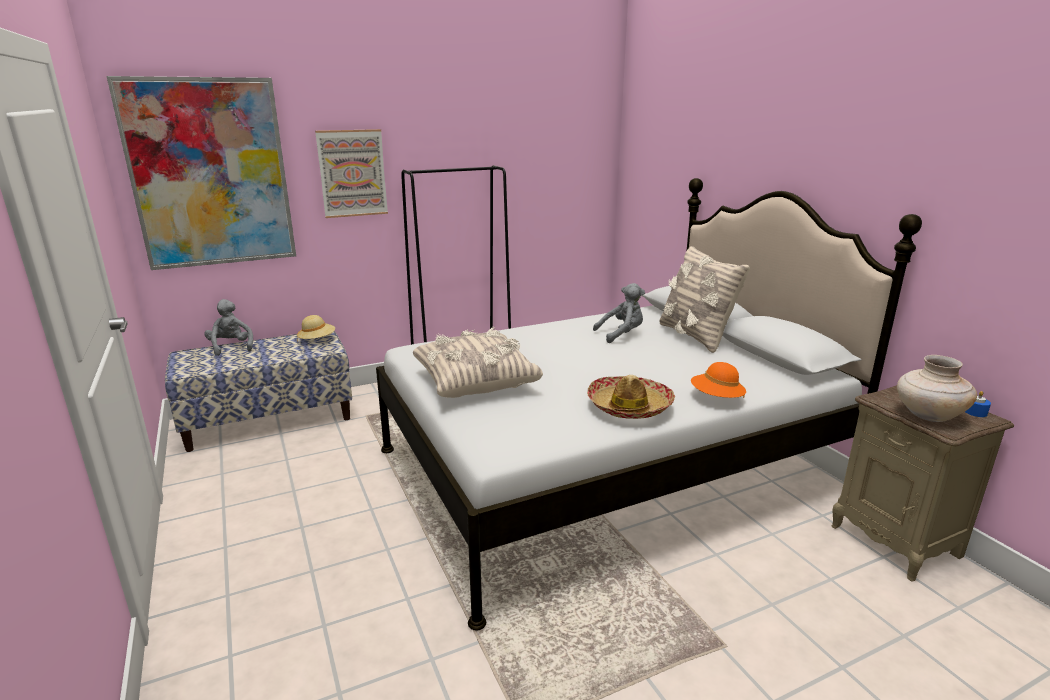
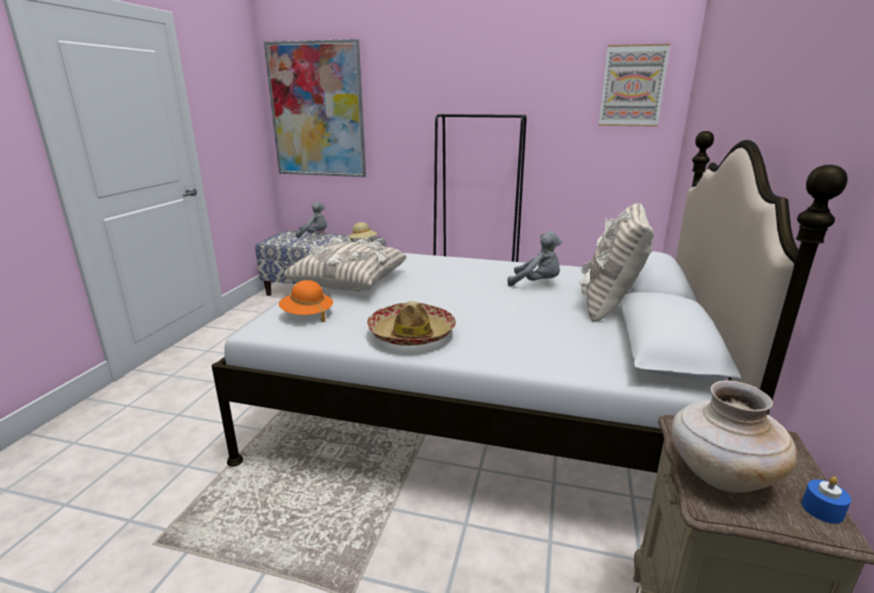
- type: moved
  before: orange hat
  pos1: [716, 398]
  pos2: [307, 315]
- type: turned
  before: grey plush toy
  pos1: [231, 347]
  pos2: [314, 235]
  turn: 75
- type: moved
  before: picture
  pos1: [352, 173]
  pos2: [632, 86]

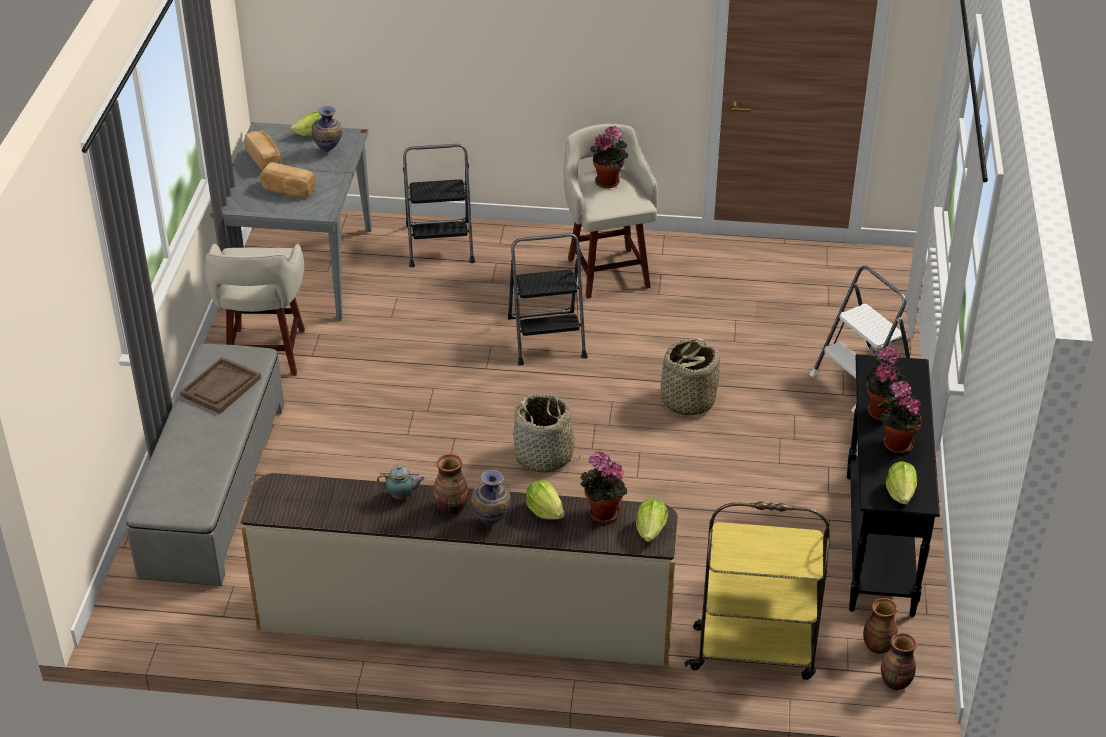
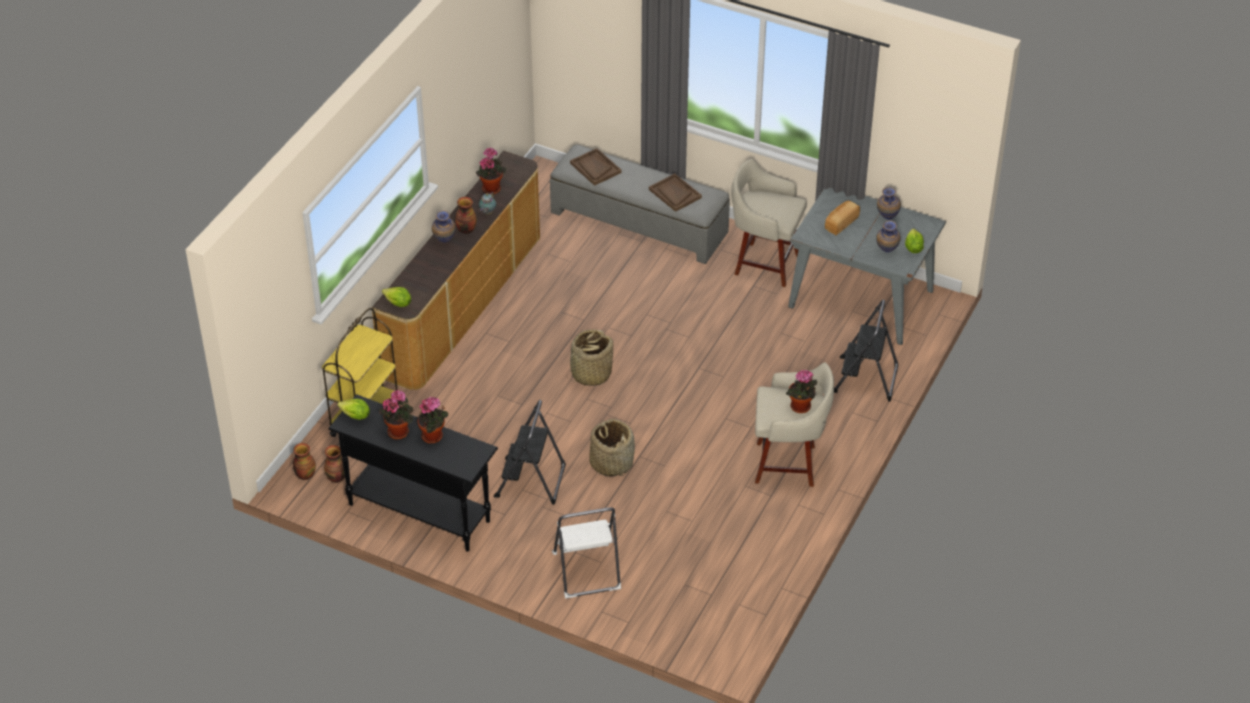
- type: moved
  before: potted plant
  pos1: [601, 514]
  pos2: [491, 187]
- type: moved
  before: black step ladder
  pos1: [546, 335]
  pos2: [533, 481]
- type: added
  after: brown tray
  pos2: [595, 168]
- type: replaced
  before: bread
  after: vase
  pos1: [265, 160]
  pos2: [886, 218]
- type: removed
  before: lettuce
  pos1: [544, 511]

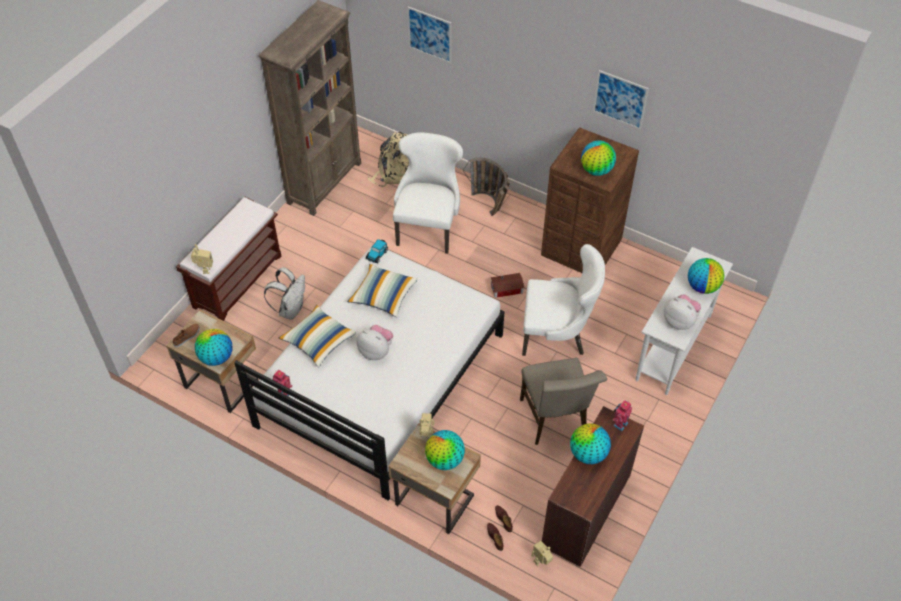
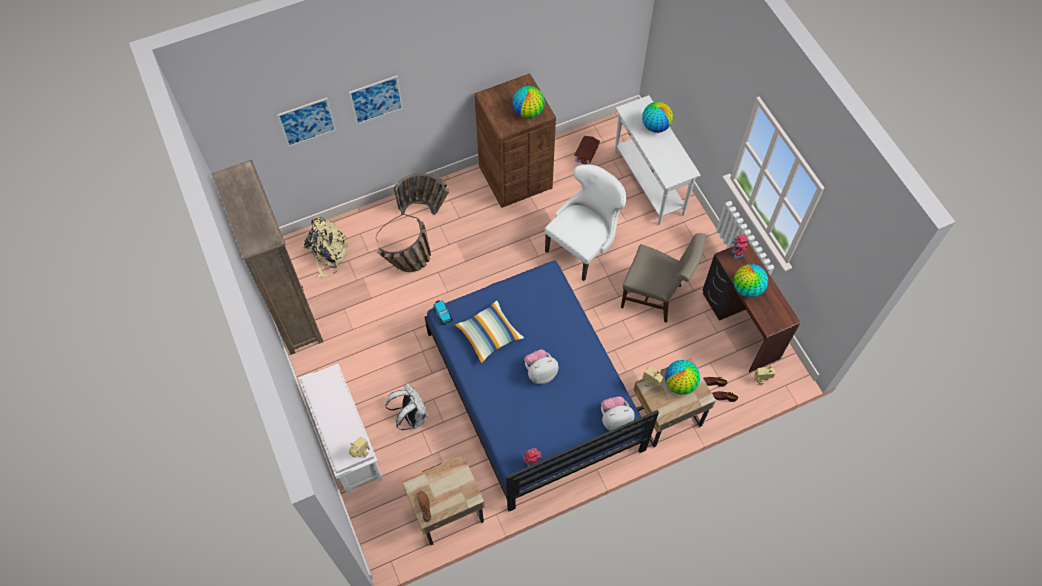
- type: recoloured
  before: brown bench
  after: white bench
  pos1: [238, 280]
  pos2: [346, 441]
- type: moved
  before: picture
  pos1: [620, 99]
  pos2: [376, 100]
- type: replaced
  before: white chair
  after: basket
  pos1: [428, 227]
  pos2: [408, 265]
- type: recoloured
  before: white bed
  after: blue bed
  pos1: [381, 379]
  pos2: [533, 390]
- type: moved
  before: toy house
  pos1: [508, 289]
  pos2: [587, 153]
- type: moved
  before: plush toy
  pos1: [679, 321]
  pos2: [615, 419]
- type: removed
  before: globe
  pos1: [216, 357]
- type: removed
  before: pillow
  pos1: [318, 341]

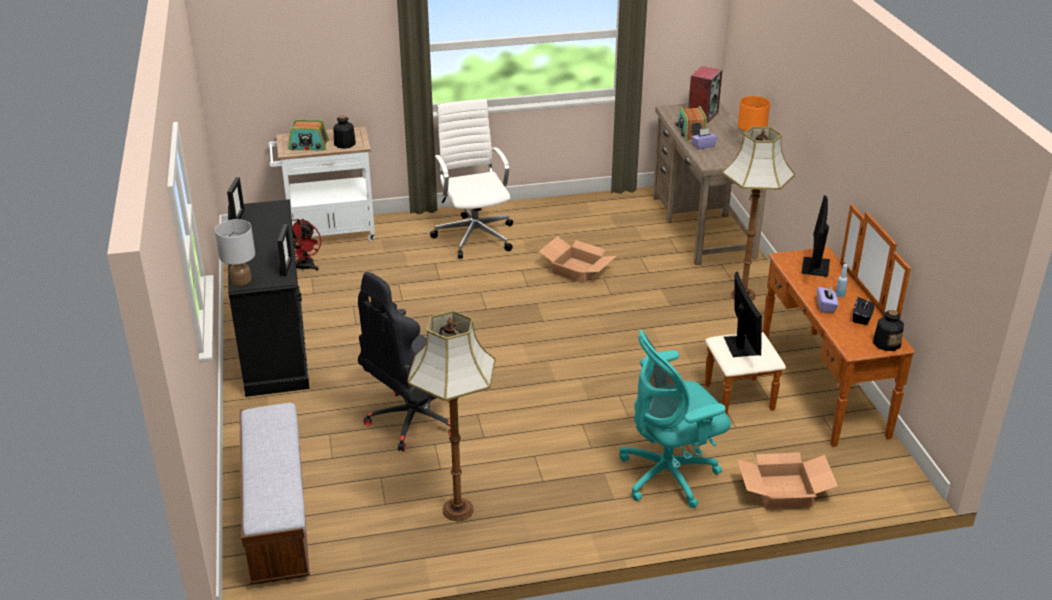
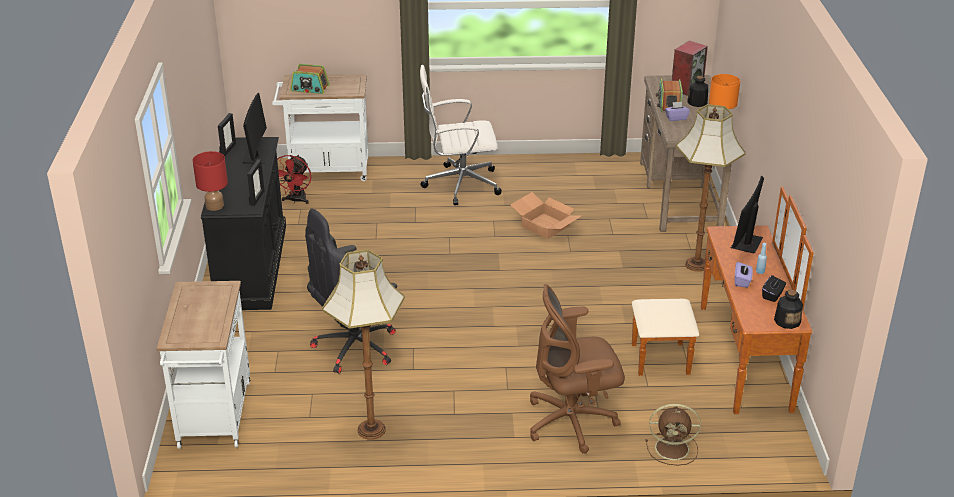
- type: replaced
  before: bench
  after: white cart
  pos1: [277, 516]
  pos2: [214, 417]
- type: recoloured
  before: grey table lamp
  after: red table lamp
  pos1: [241, 280]
  pos2: [215, 206]
- type: moved
  before: monitor
  pos1: [740, 347]
  pos2: [256, 157]
- type: turned
  before: white office chair
  pos1: [474, 235]
  pos2: [459, 184]
  turn: -90
- type: recoloured
  before: turquoise office chair
  after: brown office chair
  pos1: [672, 471]
  pos2: [575, 419]
- type: replaced
  before: cardboard box
  after: brown fan
  pos1: [784, 491]
  pos2: [673, 448]
- type: moved
  before: bottle
  pos1: [345, 144]
  pos2: [697, 102]

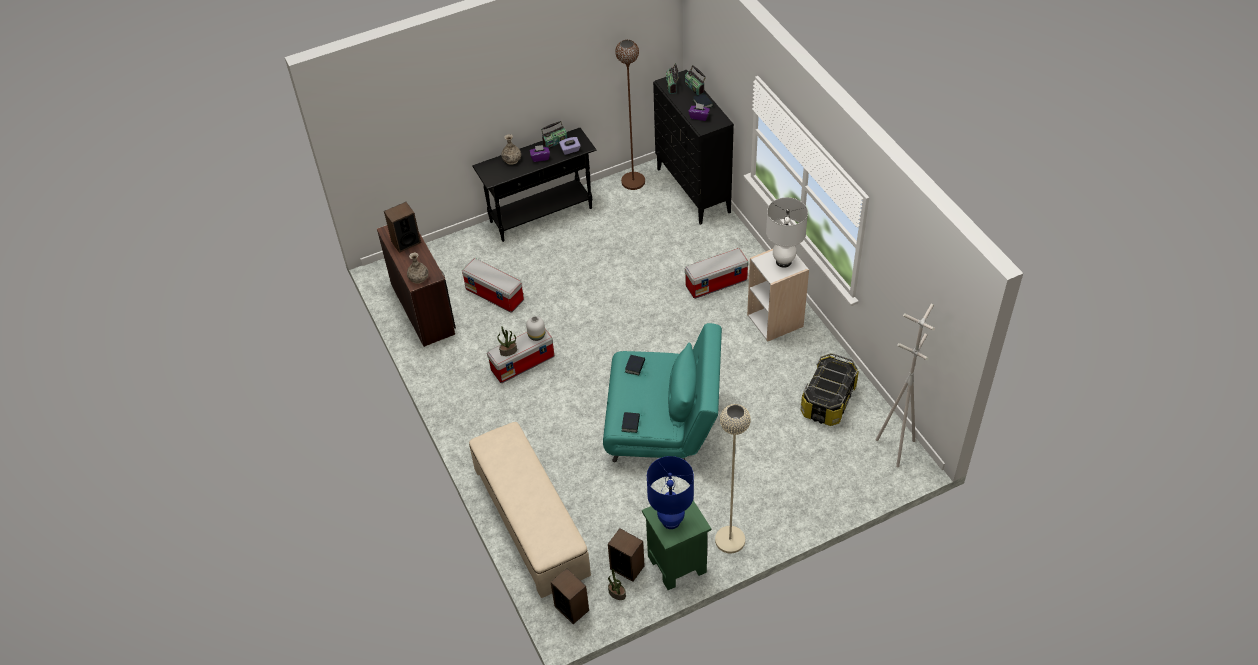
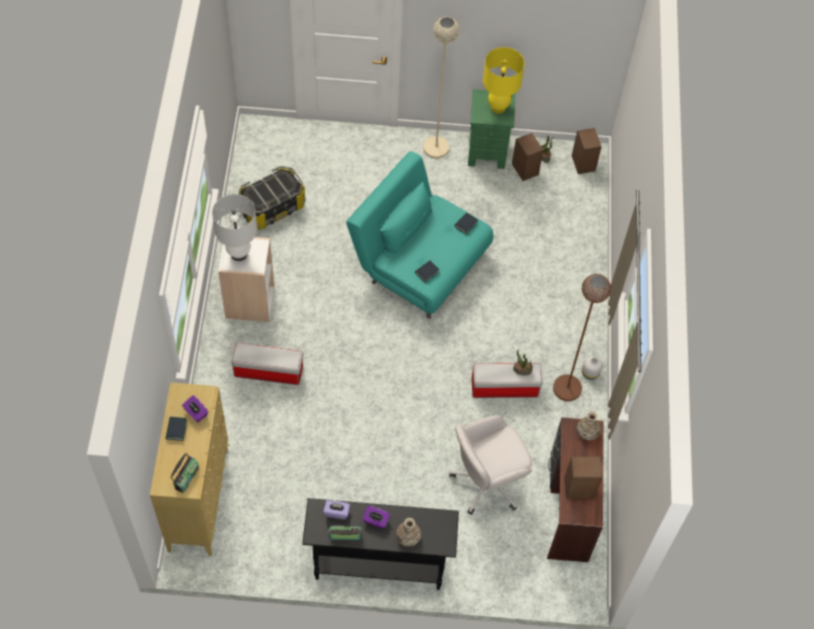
- type: recoloured
  before: black dresser
  after: beige dresser
  pos1: [692, 191]
  pos2: [200, 499]
- type: replaced
  before: storage box
  after: white office chair
  pos1: [495, 295]
  pos2: [487, 483]
- type: recoloured
  before: blue table lamp
  after: yellow table lamp
  pos1: [671, 521]
  pos2: [498, 107]
- type: moved
  before: brown floor lamp
  pos1: [633, 181]
  pos2: [566, 388]
- type: moved
  before: white vase
  pos1: [537, 335]
  pos2: [589, 373]
- type: removed
  before: beige bench
  pos1: [529, 520]
- type: removed
  before: radio
  pos1: [695, 88]
- type: removed
  before: grey clothes rack
  pos1: [896, 449]

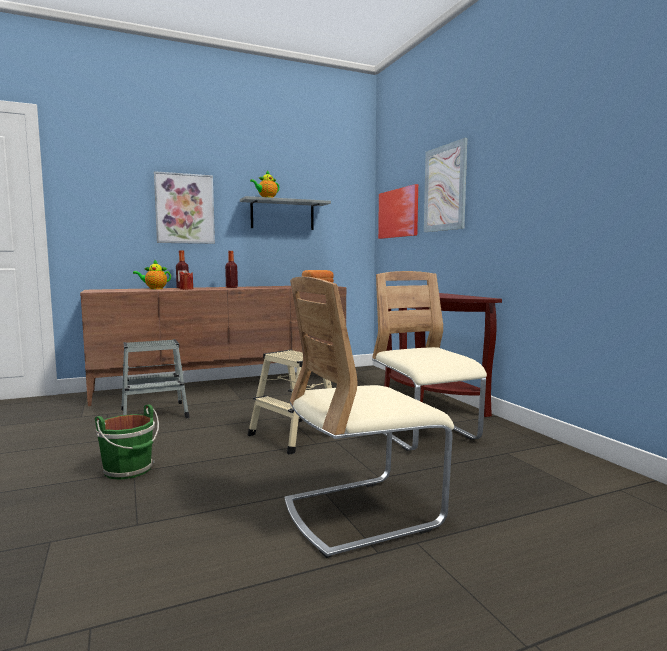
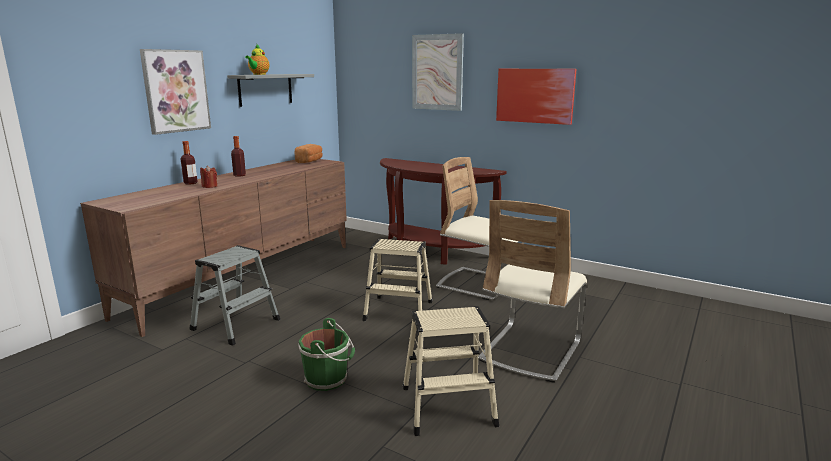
- type: added
  after: beige step ladder
  pos2: [448, 405]
- type: moved
  before: picture
  pos1: [398, 213]
  pos2: [535, 95]
- type: removed
  before: teapot
  pos1: [154, 289]

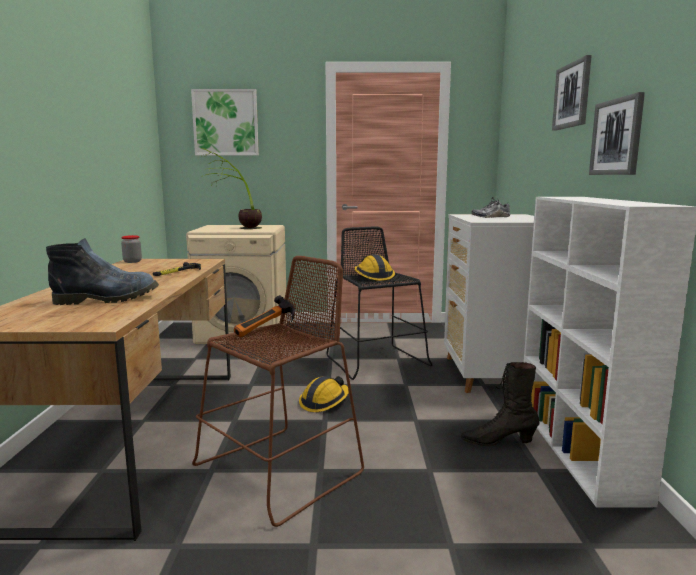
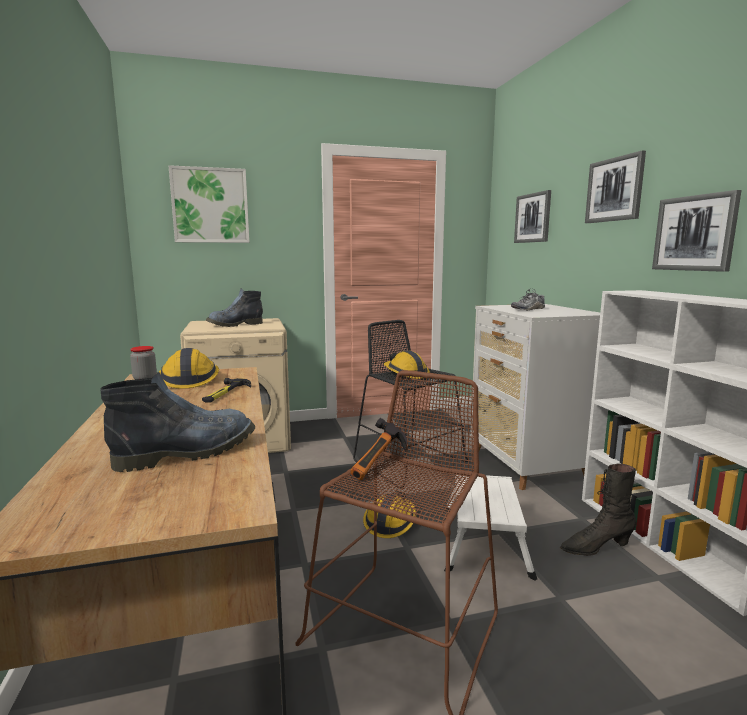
- type: added
  after: hard hat
  pos2: [189, 380]
- type: replaced
  before: potted plant
  after: boot
  pos1: [236, 228]
  pos2: [234, 325]
- type: added
  after: white step ladder
  pos2: [484, 540]
- type: added
  after: picture
  pos2: [533, 218]

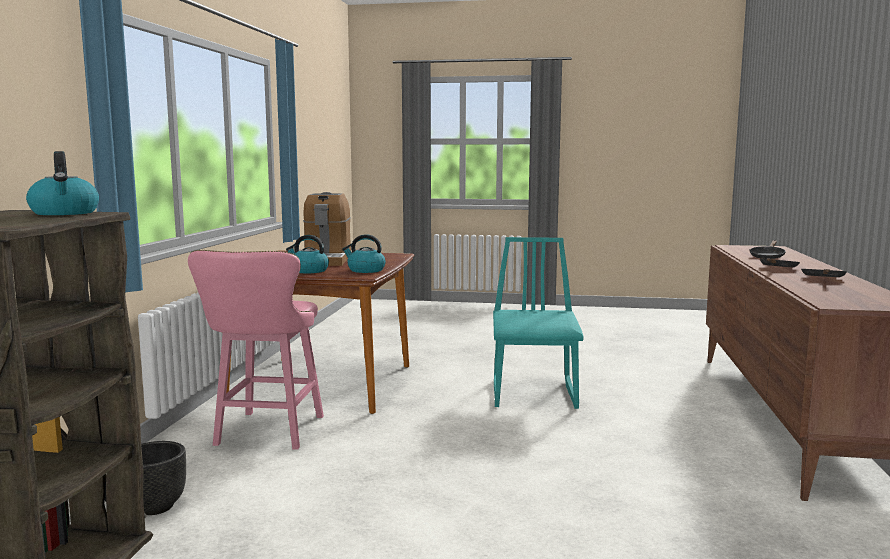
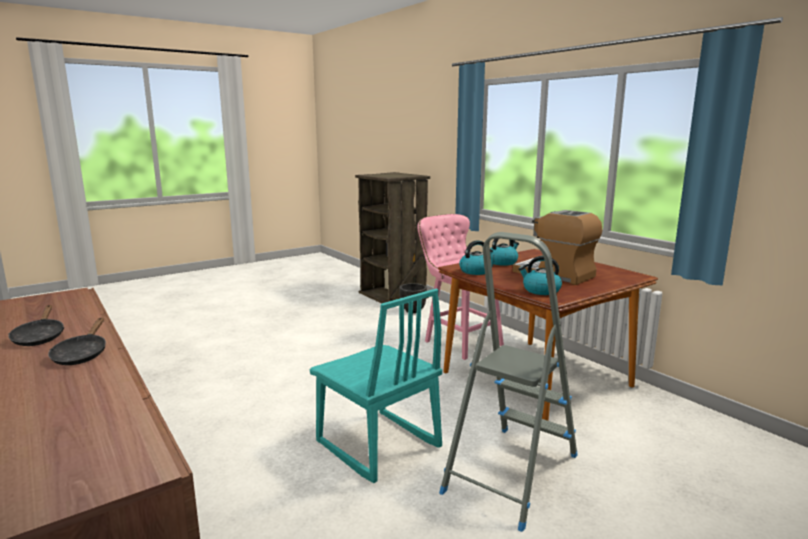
- type: added
  after: grey step ladder
  pos2: [513, 471]
- type: moved
  before: kettle
  pos1: [65, 213]
  pos2: [540, 290]
- type: removed
  before: black frying pan
  pos1: [767, 257]

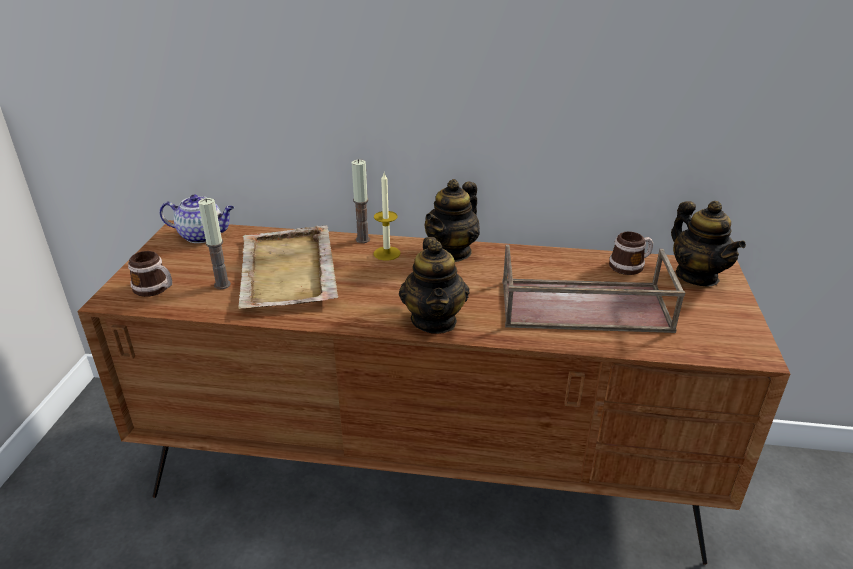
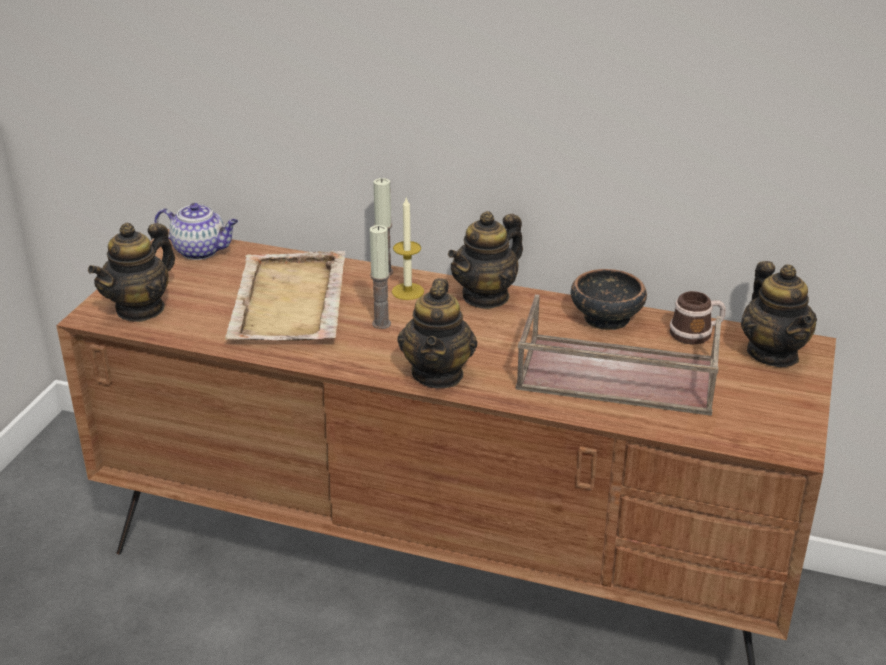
- type: replaced
  before: mug
  after: teapot
  pos1: [156, 289]
  pos2: [140, 309]
- type: moved
  before: candle
  pos1: [222, 285]
  pos2: [381, 324]
- type: added
  after: bowl
  pos2: [605, 318]

